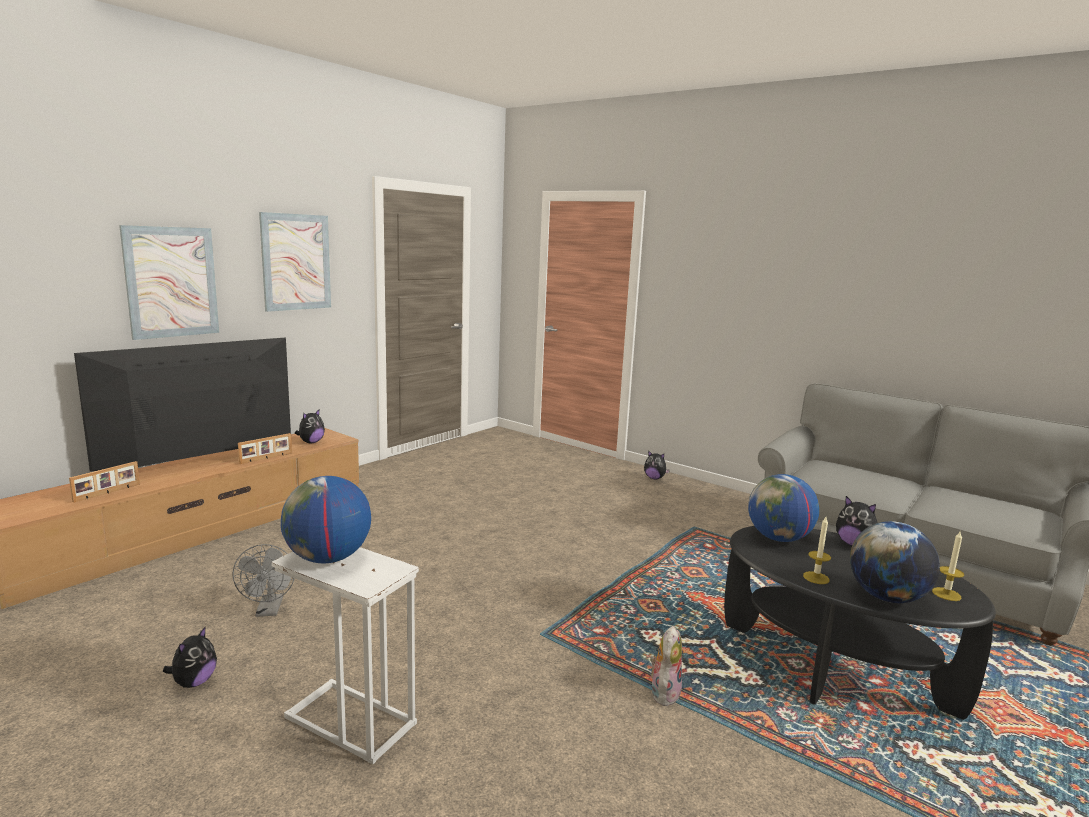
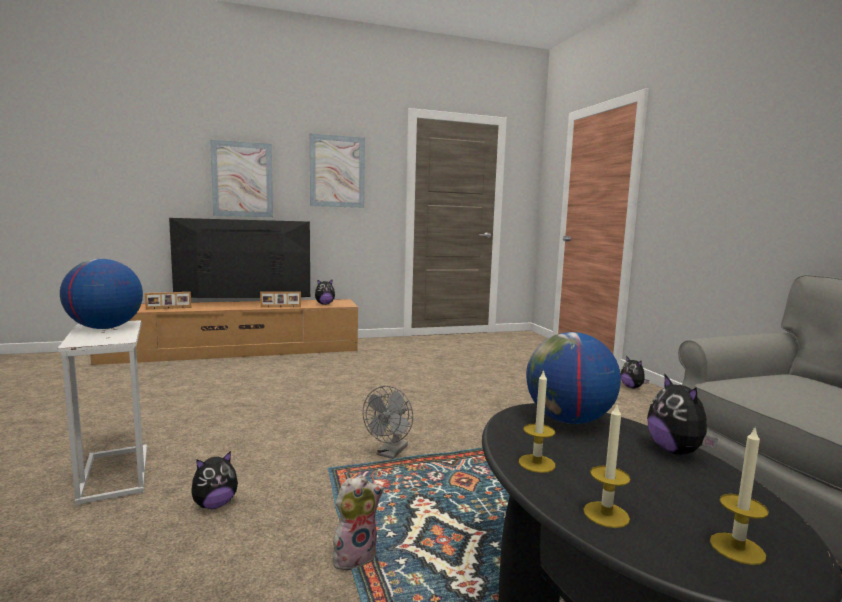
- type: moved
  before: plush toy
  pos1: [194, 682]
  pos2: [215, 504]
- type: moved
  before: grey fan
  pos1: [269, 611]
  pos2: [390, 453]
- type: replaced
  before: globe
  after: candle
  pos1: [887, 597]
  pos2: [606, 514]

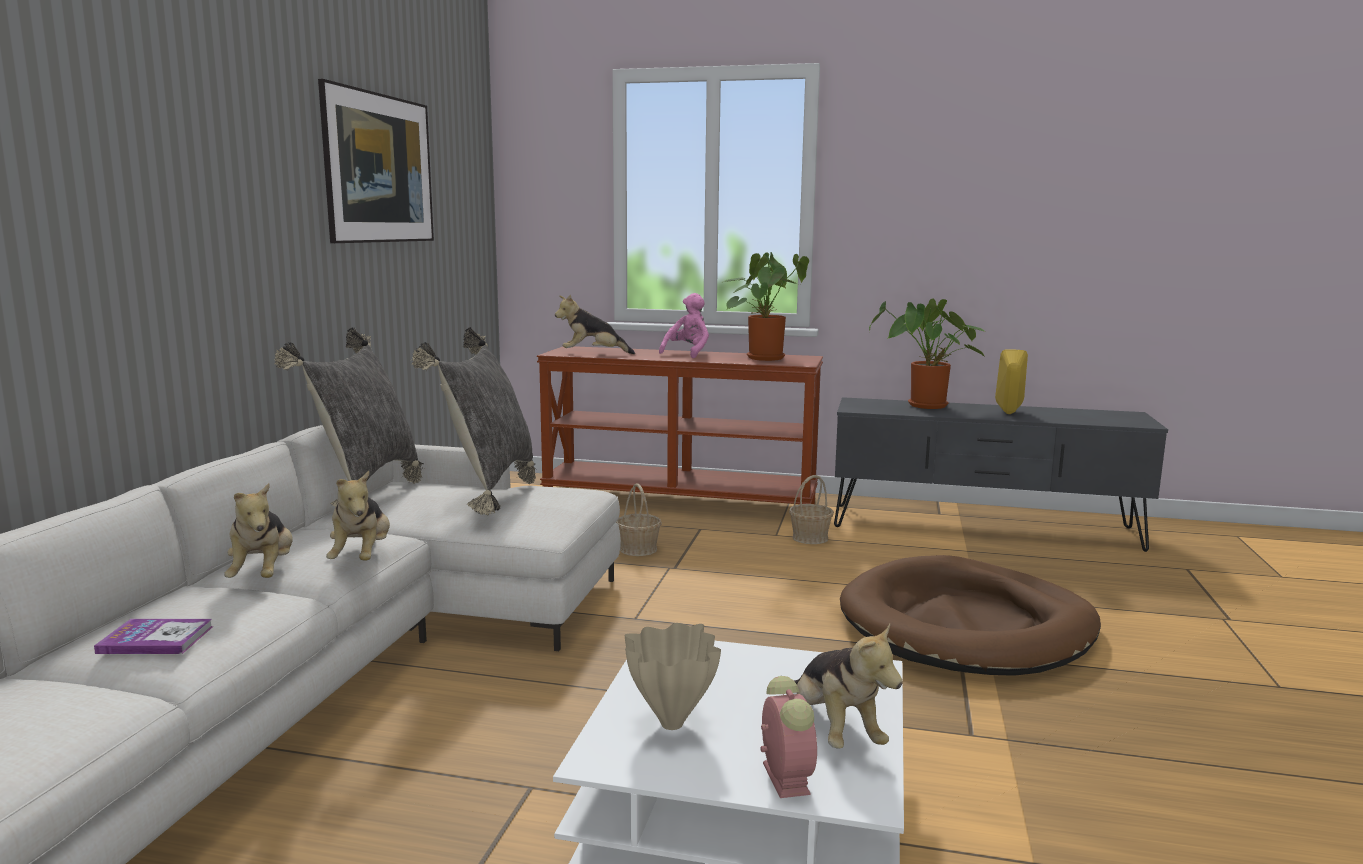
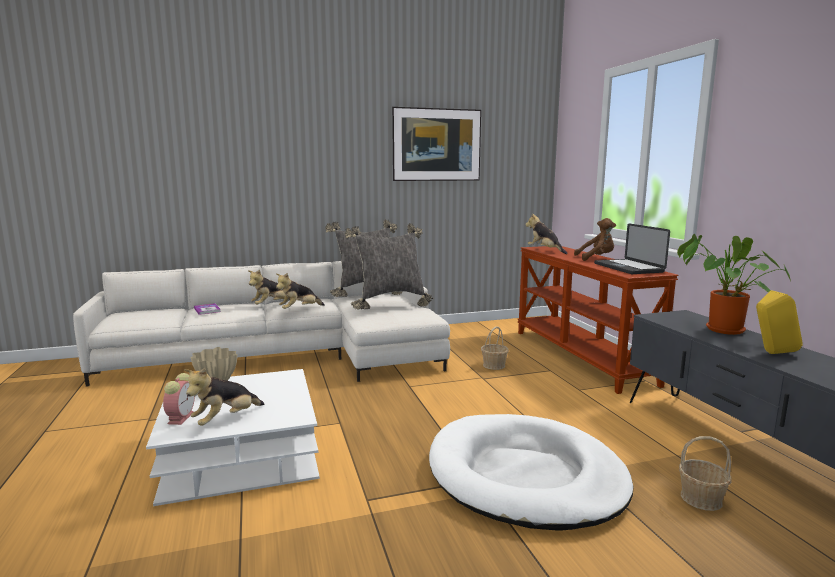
- type: turned
  before: alarm clock
  pos1: [784, 776]
  pos2: [181, 417]
  turn: -45
- type: recoloured
  before: brown dog bed
  after: white dog bed
  pos1: [966, 626]
  pos2: [525, 476]
- type: recoloured
  before: pink plush toy
  after: brown plush toy
  pos1: [688, 353]
  pos2: [596, 258]
- type: replaced
  before: potted plant
  after: laptop
  pos1: [764, 357]
  pos2: [628, 268]
- type: moved
  before: basket
  pos1: [810, 538]
  pos2: [701, 499]

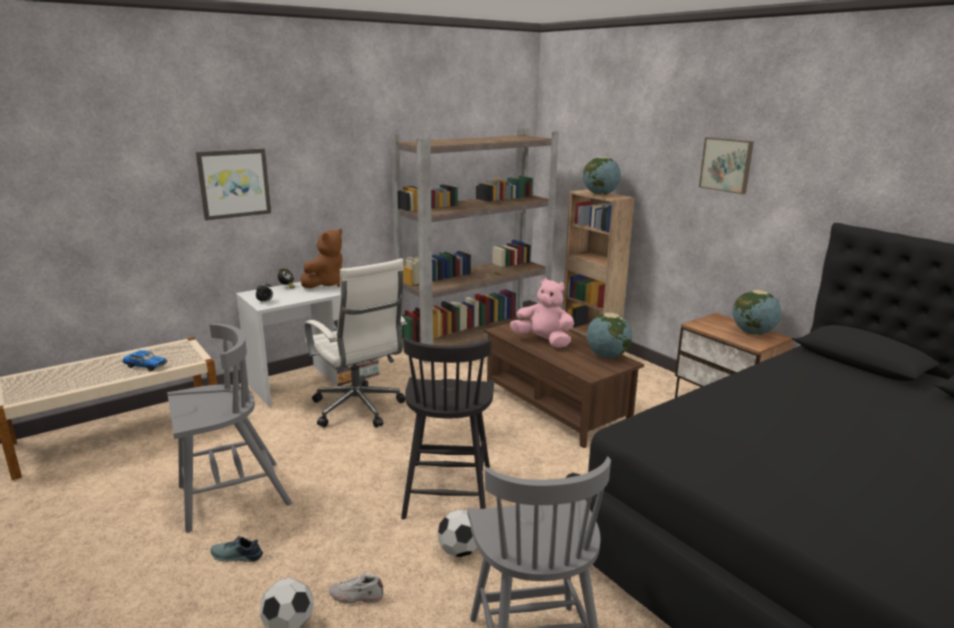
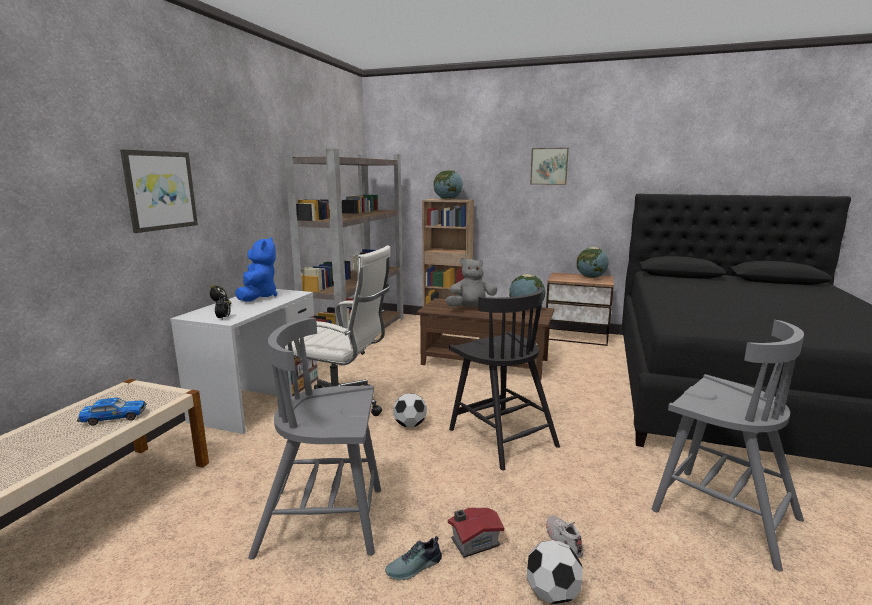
- type: recoloured
  before: brown plush toy
  after: blue plush toy
  pos1: [326, 284]
  pos2: [258, 297]
- type: turned
  before: grey chair
  pos1: [231, 496]
  pos2: [324, 520]
  turn: -120
- type: moved
  before: football
  pos1: [460, 551]
  pos2: [410, 425]
- type: recoloured
  before: pink plush toy
  after: grey plush toy
  pos1: [543, 341]
  pos2: [472, 309]
- type: added
  after: toy house
  pos2: [473, 542]
- type: turned
  before: white shoe
  pos1: [356, 596]
  pos2: [562, 540]
  turn: 105

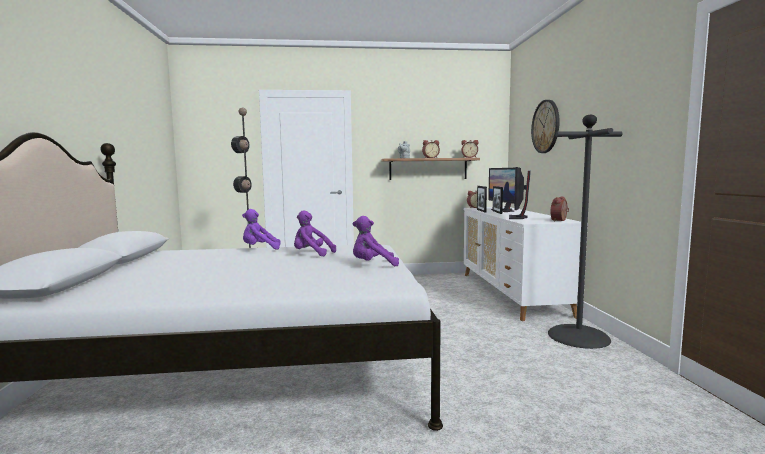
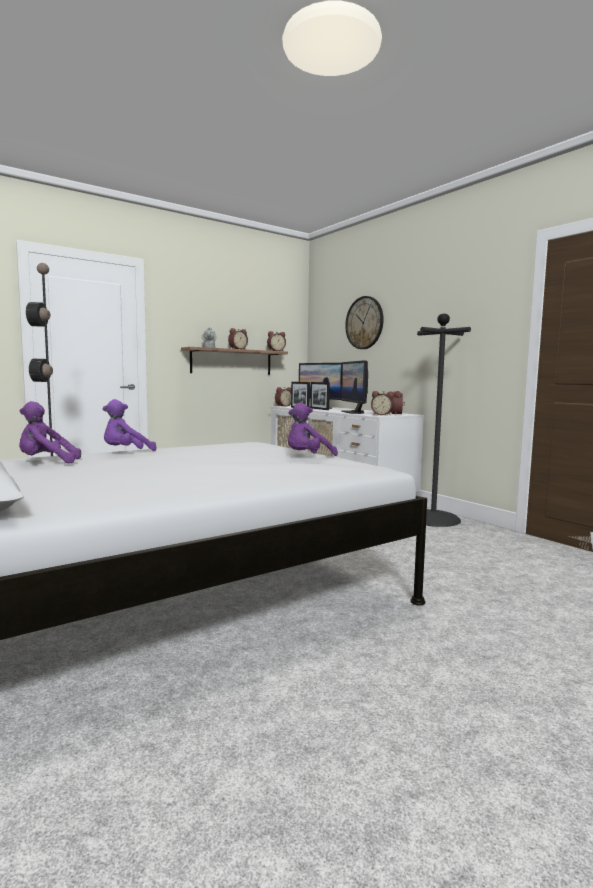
- type: moved
  before: purple plush toy
  pos1: [311, 254]
  pos2: [46, 462]
- type: added
  after: alarm clock
  pos2: [382, 415]

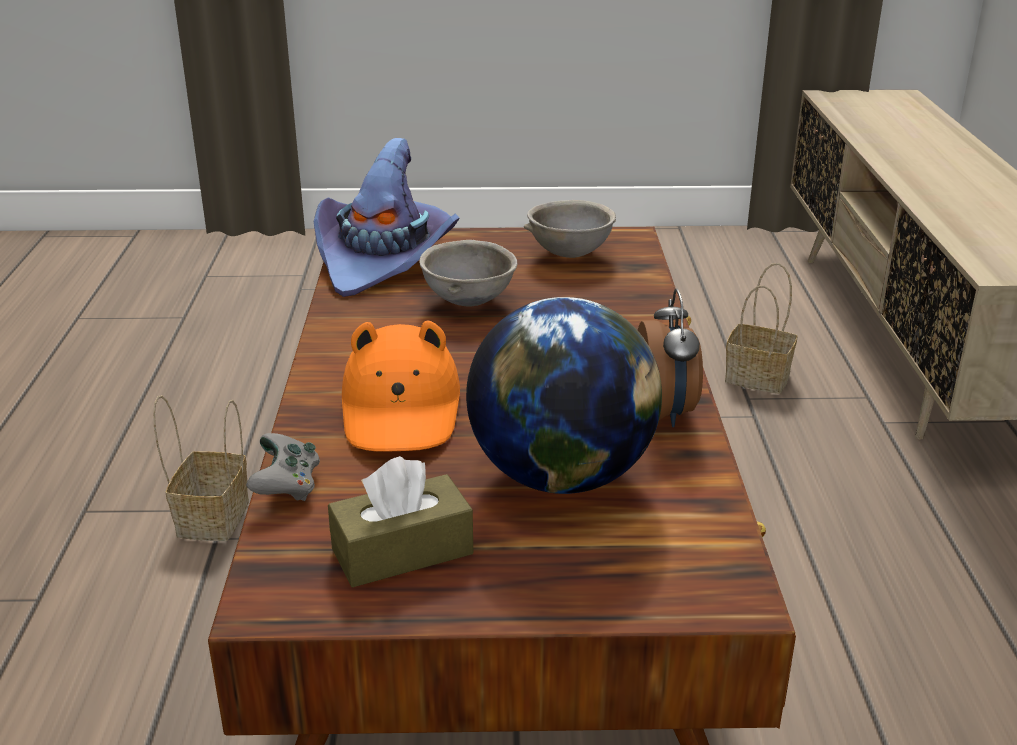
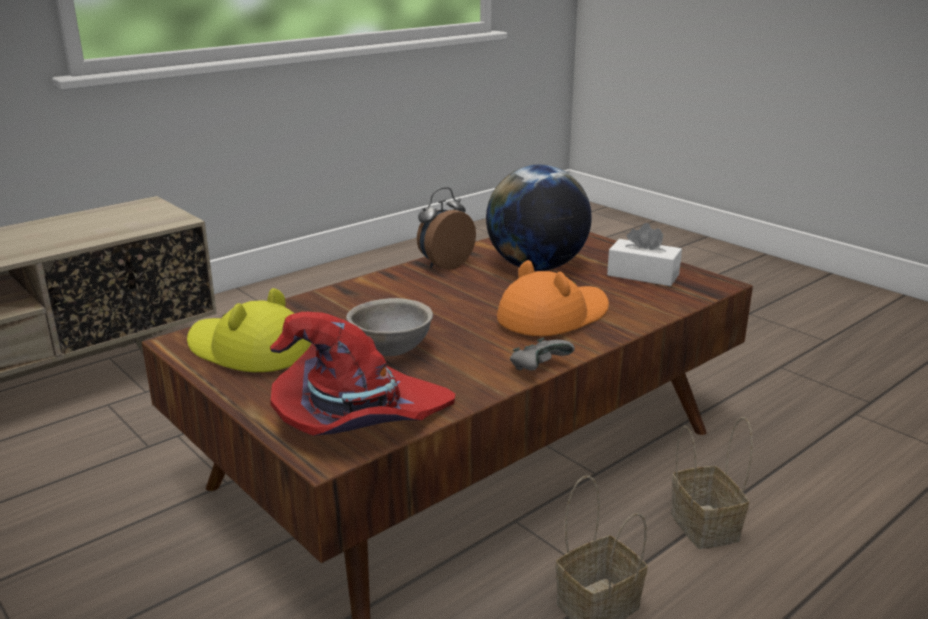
- type: replaced
  before: grey bowl
  after: yellow hat
  pos1: [569, 254]
  pos2: [248, 350]
- type: recoloured
  before: purple hat
  after: red hat
  pos1: [384, 259]
  pos2: [358, 417]
- type: moved
  before: grey game controller
  pos1: [287, 487]
  pos2: [539, 369]
- type: recoloured
  before: brown tissue box
  after: white tissue box
  pos1: [402, 551]
  pos2: [643, 275]
- type: moved
  before: basket
  pos1: [759, 378]
  pos2: [702, 525]

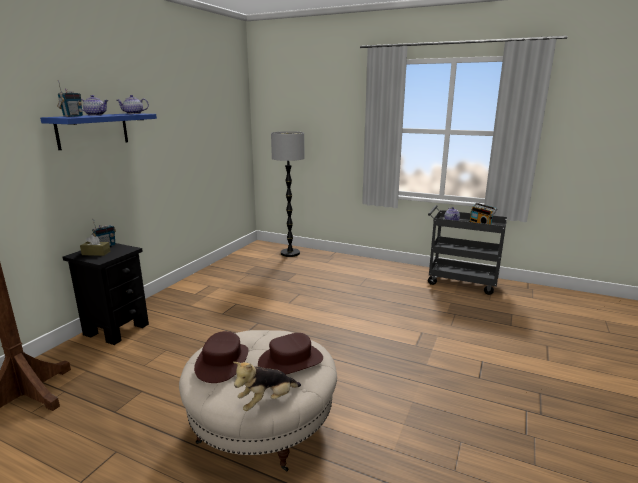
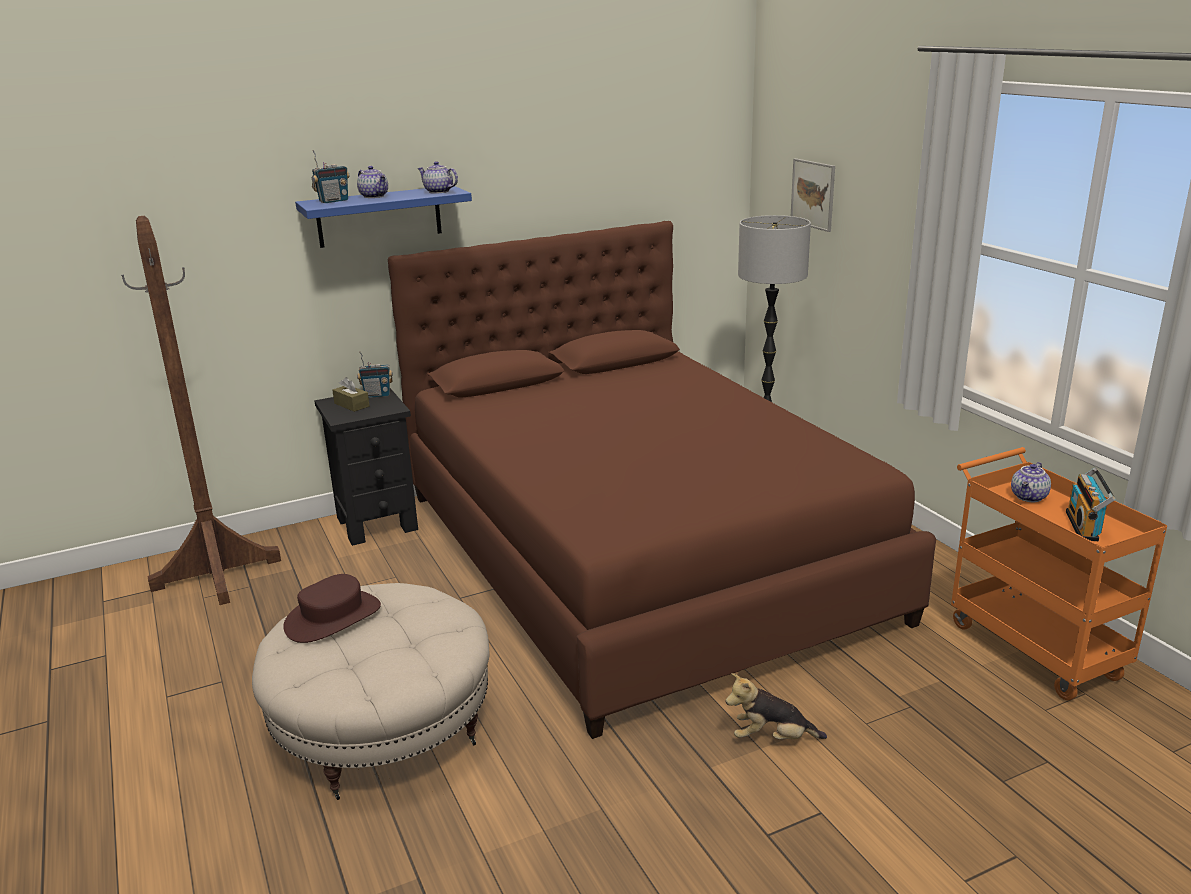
- type: added
  after: brown bed
  pos2: [636, 553]
- type: moved
  before: plush toy
  pos1: [267, 401]
  pos2: [772, 738]
- type: added
  after: picture
  pos2: [813, 194]
- type: recoloured
  before: grey cart
  after: orange cart
  pos1: [459, 284]
  pos2: [1030, 650]
- type: removed
  before: brown hat
  pos1: [290, 361]

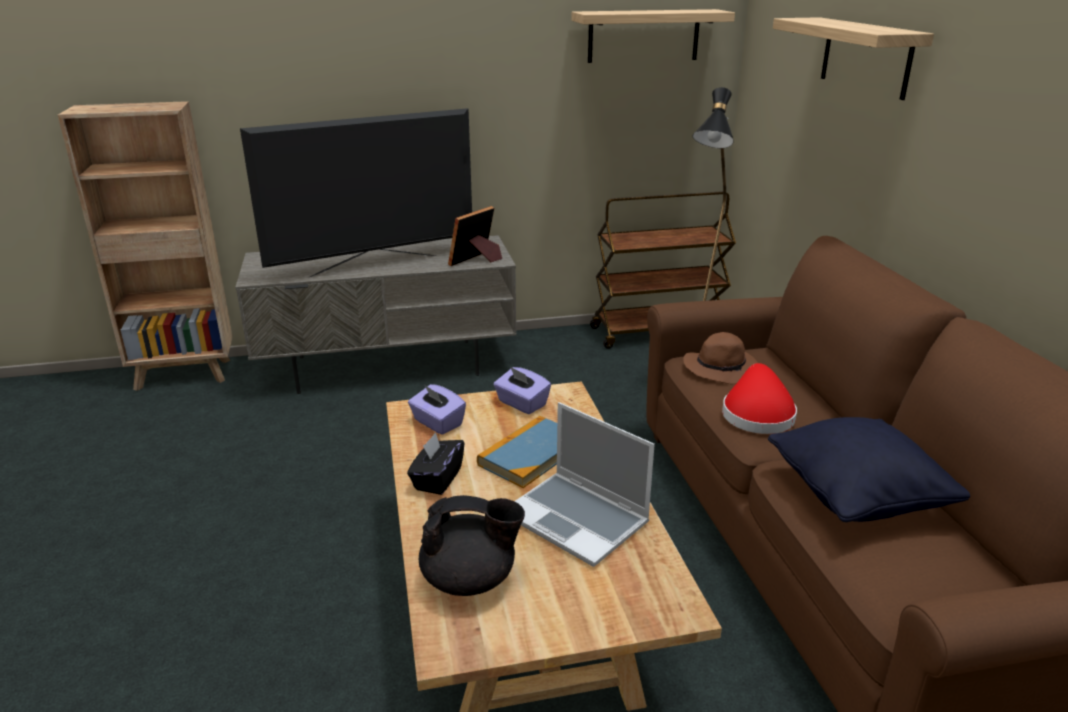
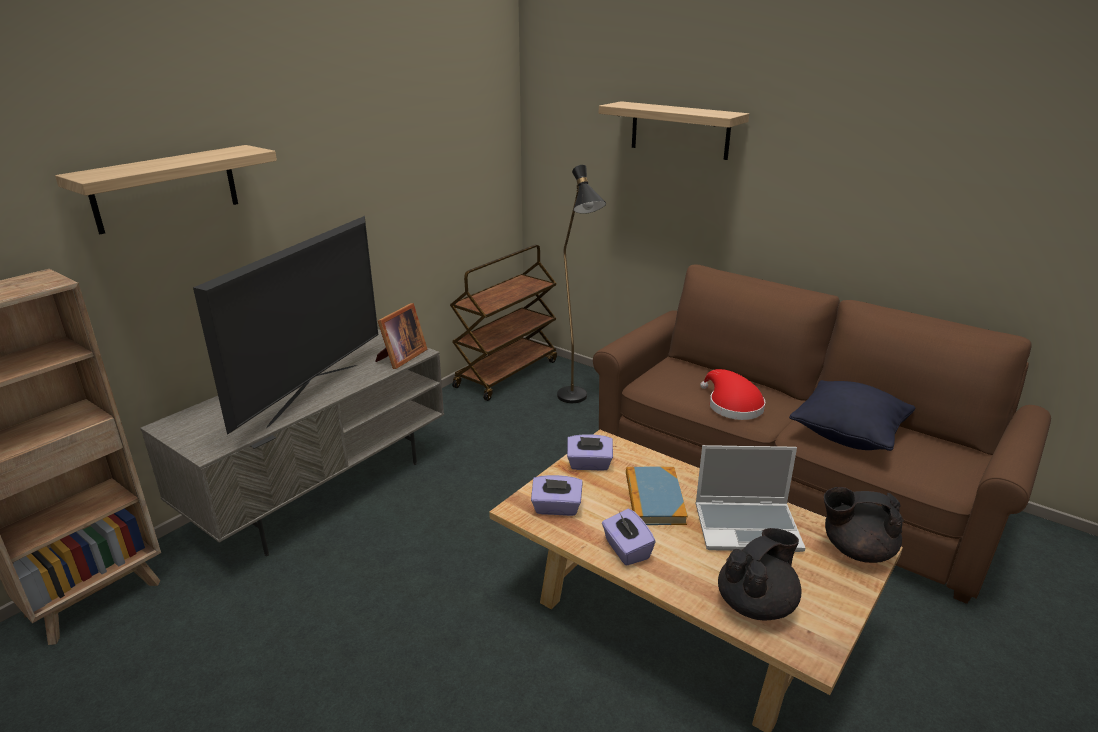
- type: moved
  before: shelf
  pos1: [643, 36]
  pos2: [166, 188]
- type: turned
  before: picture frame
  pos1: [477, 260]
  pos2: [400, 358]
  turn: -150
- type: recoloured
  before: black tissue box
  after: purple tissue box
  pos1: [437, 479]
  pos2: [626, 550]
- type: added
  after: black teapot
  pos2: [856, 550]
- type: removed
  before: brown hat
  pos1: [721, 368]

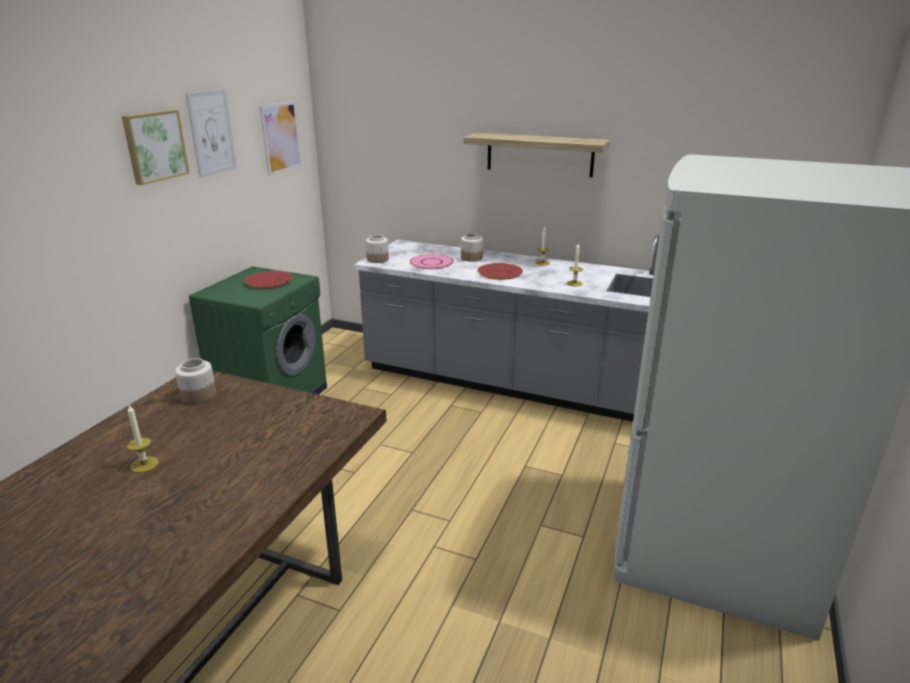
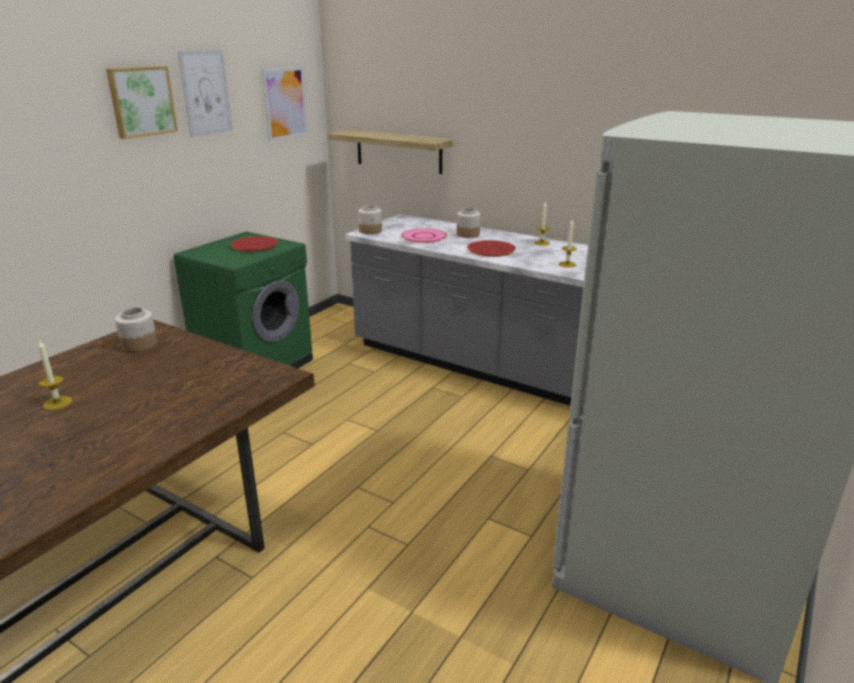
- type: moved
  before: shelf
  pos1: [539, 154]
  pos2: [398, 151]

